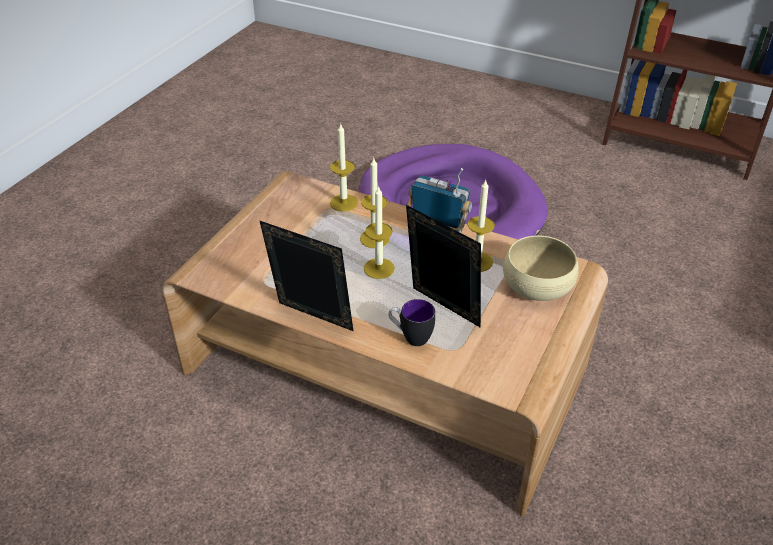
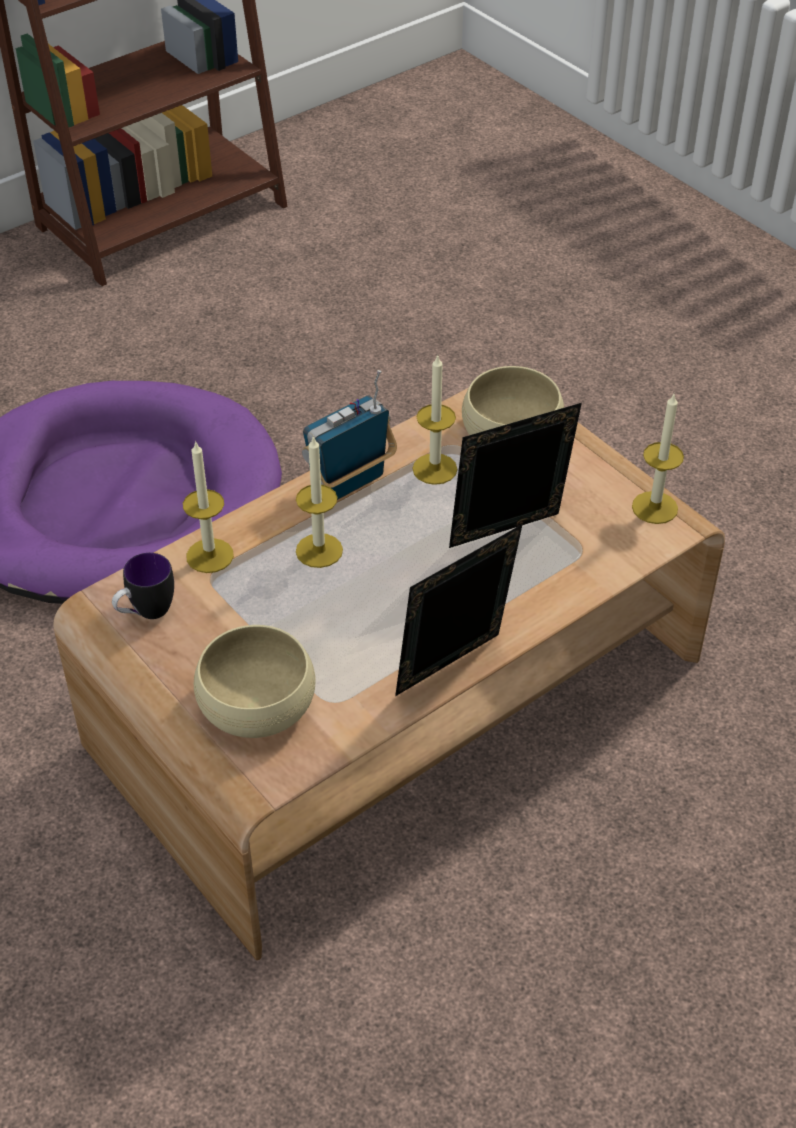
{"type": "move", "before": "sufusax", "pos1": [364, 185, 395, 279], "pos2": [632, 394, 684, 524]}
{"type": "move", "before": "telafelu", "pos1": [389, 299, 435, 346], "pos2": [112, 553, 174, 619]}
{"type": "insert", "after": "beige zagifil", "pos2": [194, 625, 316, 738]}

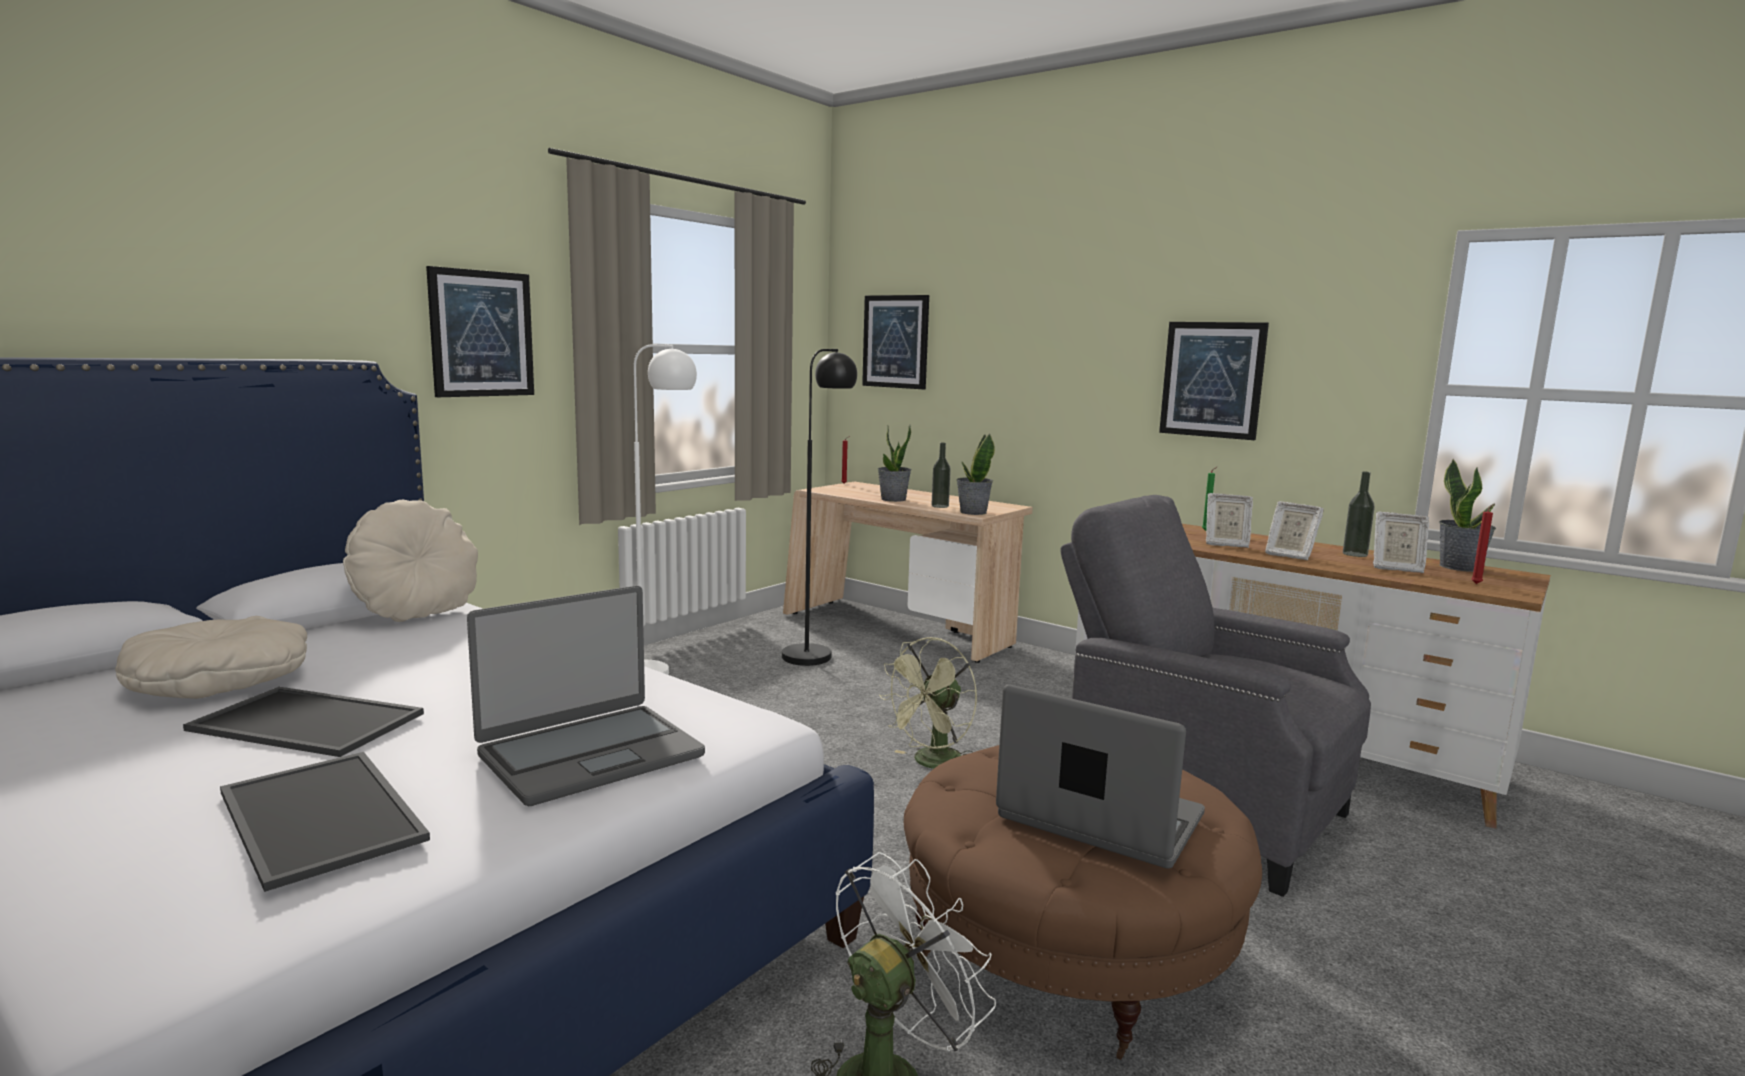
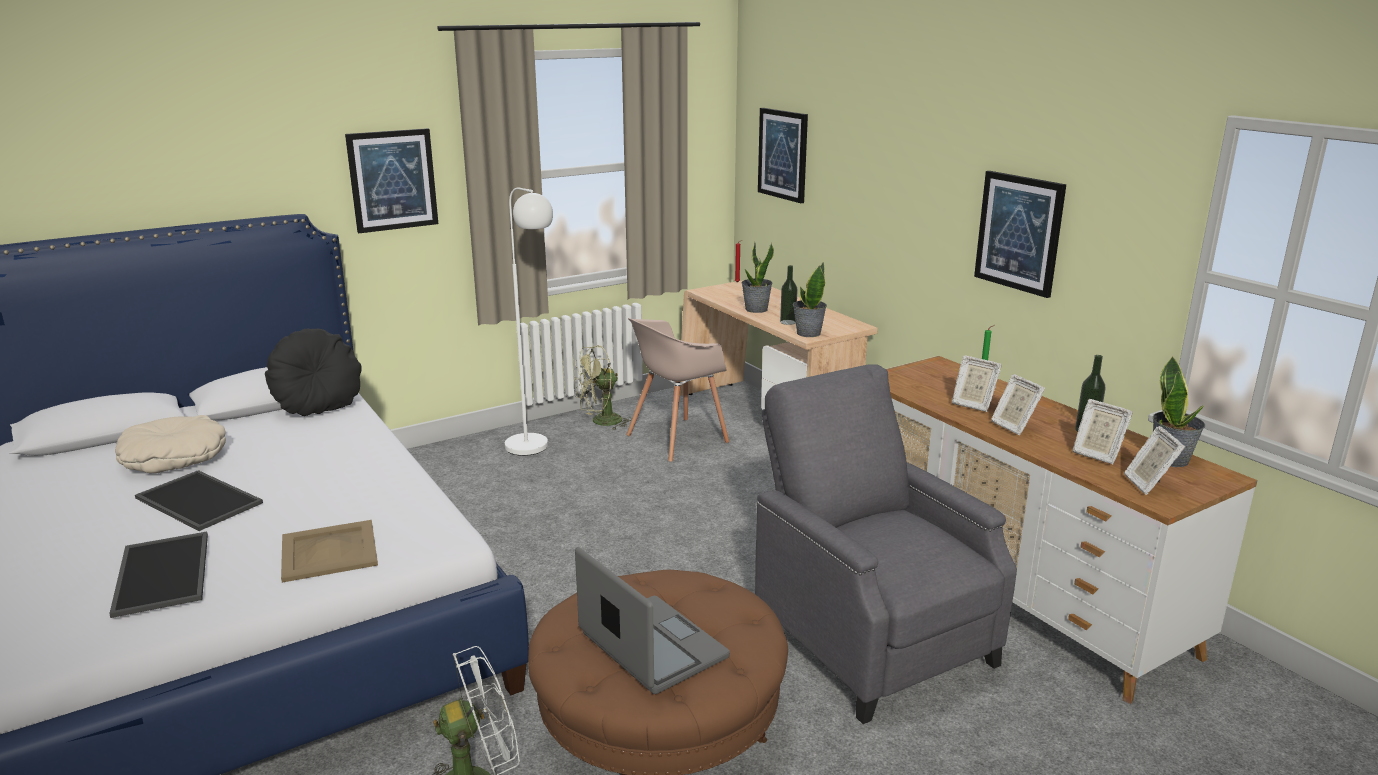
{"type": "recolor", "before": "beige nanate", "after": "black nanate", "pos1": [343, 500, 478, 622], "pos2": [265, 329, 362, 416]}
{"type": "replace", "before": "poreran", "after": "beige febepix", "pos1": [467, 586, 705, 806], "pos2": [281, 520, 378, 583]}
{"type": "replace", "before": "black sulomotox", "after": "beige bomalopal", "pos1": [782, 349, 857, 666], "pos2": [626, 318, 729, 462]}
{"type": "move", "before": "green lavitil", "pos1": [879, 637, 977, 769], "pos2": [574, 345, 631, 430]}
{"type": "replace", "before": "red sufusax", "after": "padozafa", "pos1": [1471, 504, 1495, 584], "pos2": [1124, 426, 1185, 495]}

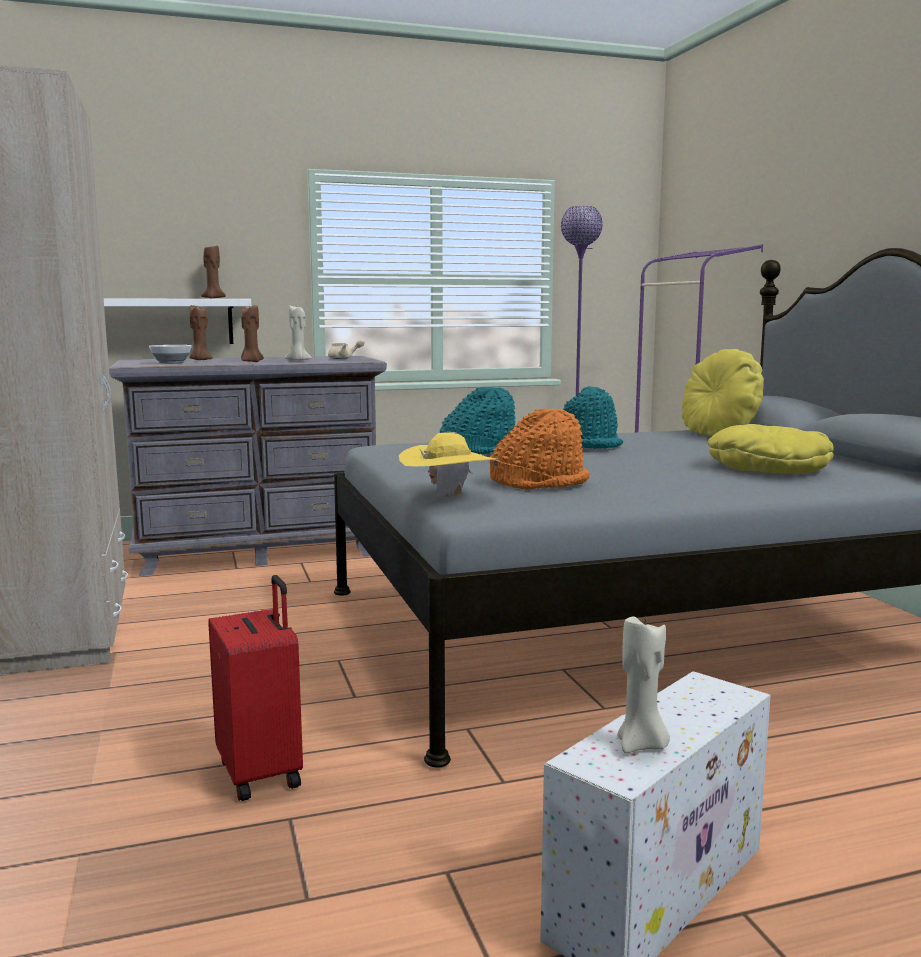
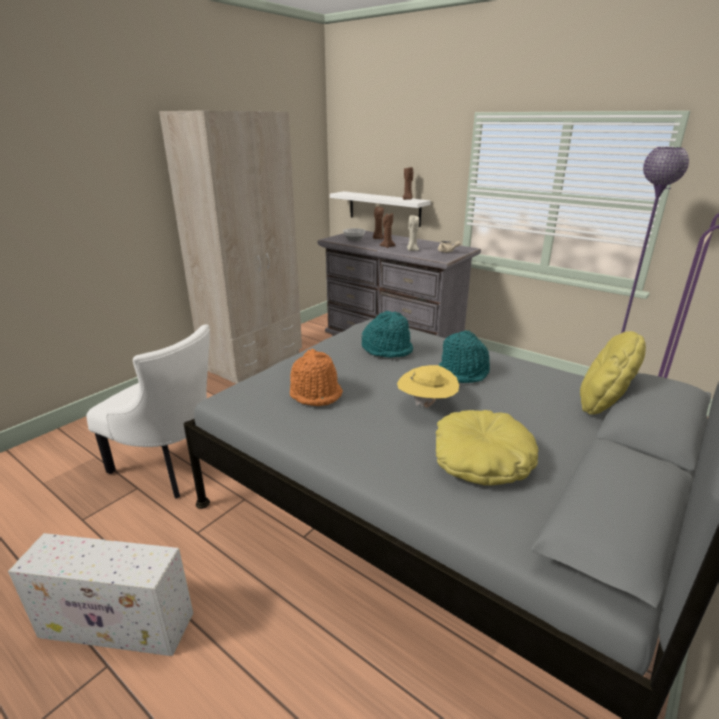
{"type": "replace", "before": "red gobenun", "after": "white bomalopal", "pos1": [208, 575, 303, 801], "pos2": [86, 324, 210, 499]}
{"type": "move", "before": "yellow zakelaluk", "pos1": [399, 432, 497, 500], "pos2": [397, 365, 459, 408]}
{"type": "delete", "before": "beige sufusax", "pos1": [617, 613, 670, 753]}

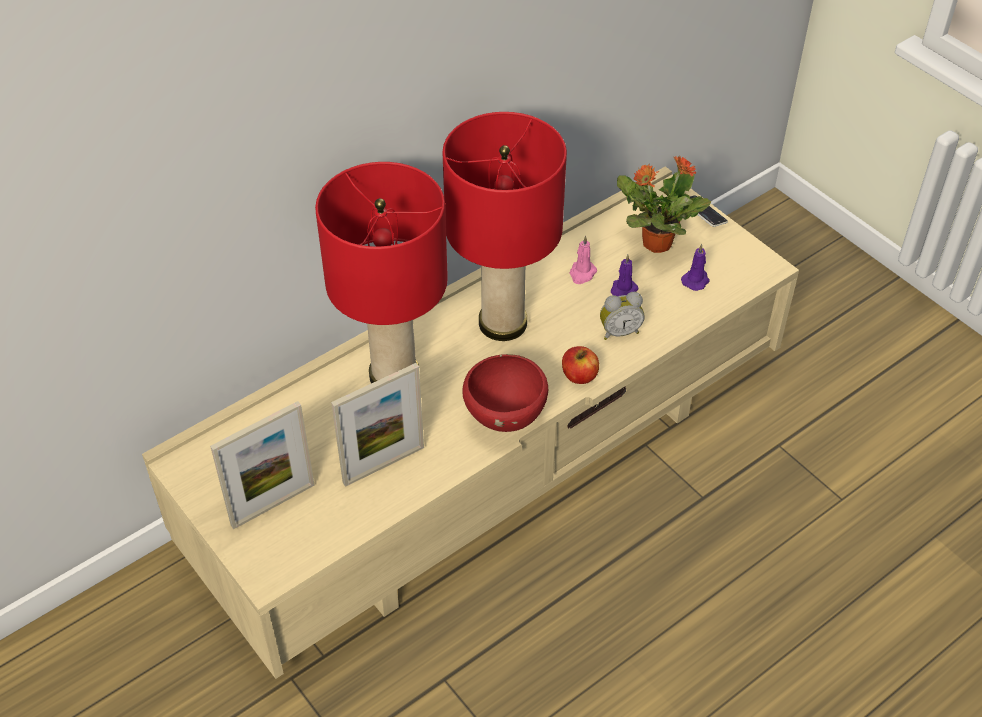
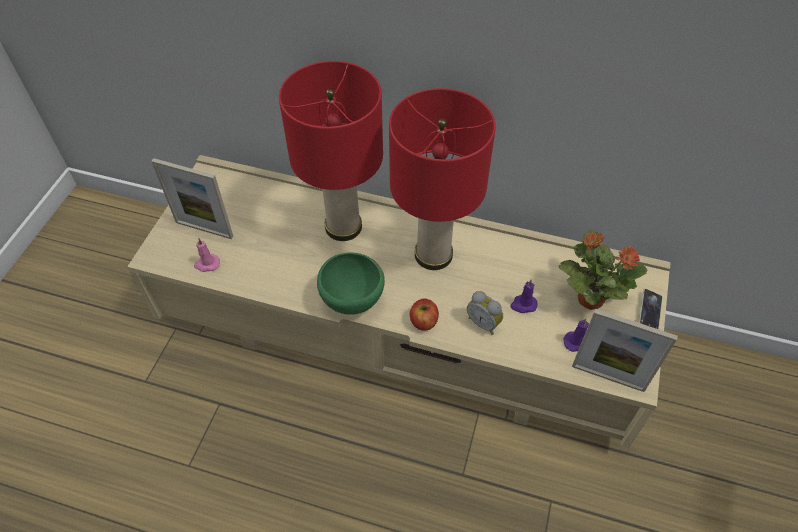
{"type": "move", "before": "padozafa", "pos1": [331, 363, 424, 487], "pos2": [572, 309, 678, 392]}
{"type": "recolor", "before": "red zagifil", "after": "green zagifil", "pos1": [463, 354, 548, 432], "pos2": [317, 252, 385, 315]}
{"type": "move", "before": "pink sufusax", "pos1": [569, 235, 597, 284], "pos2": [194, 238, 220, 272]}

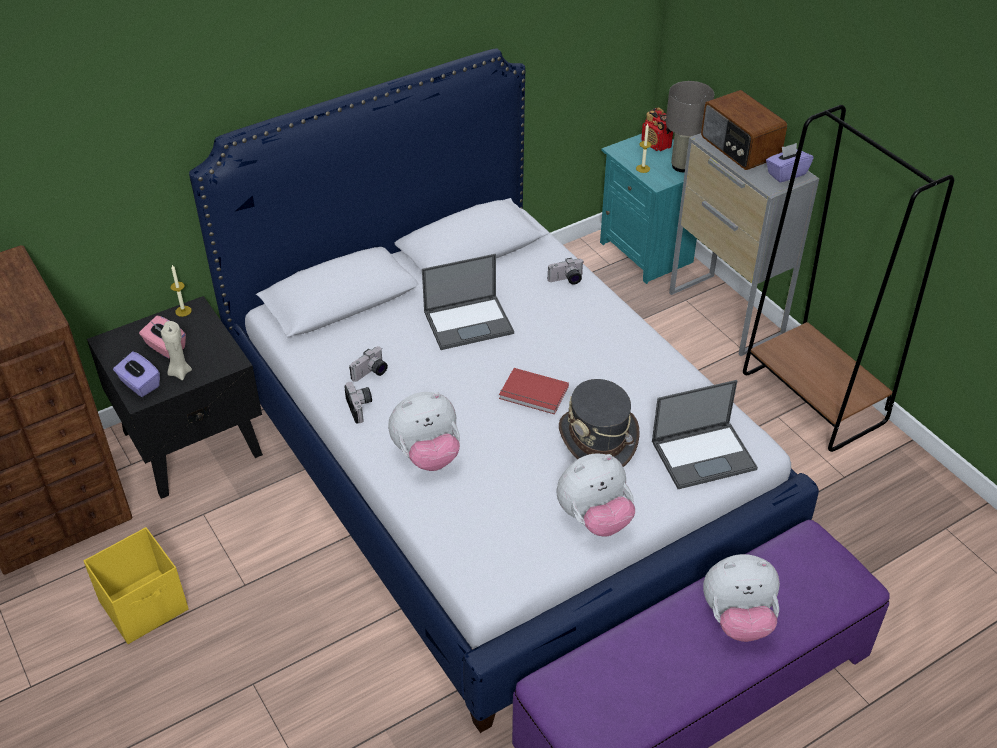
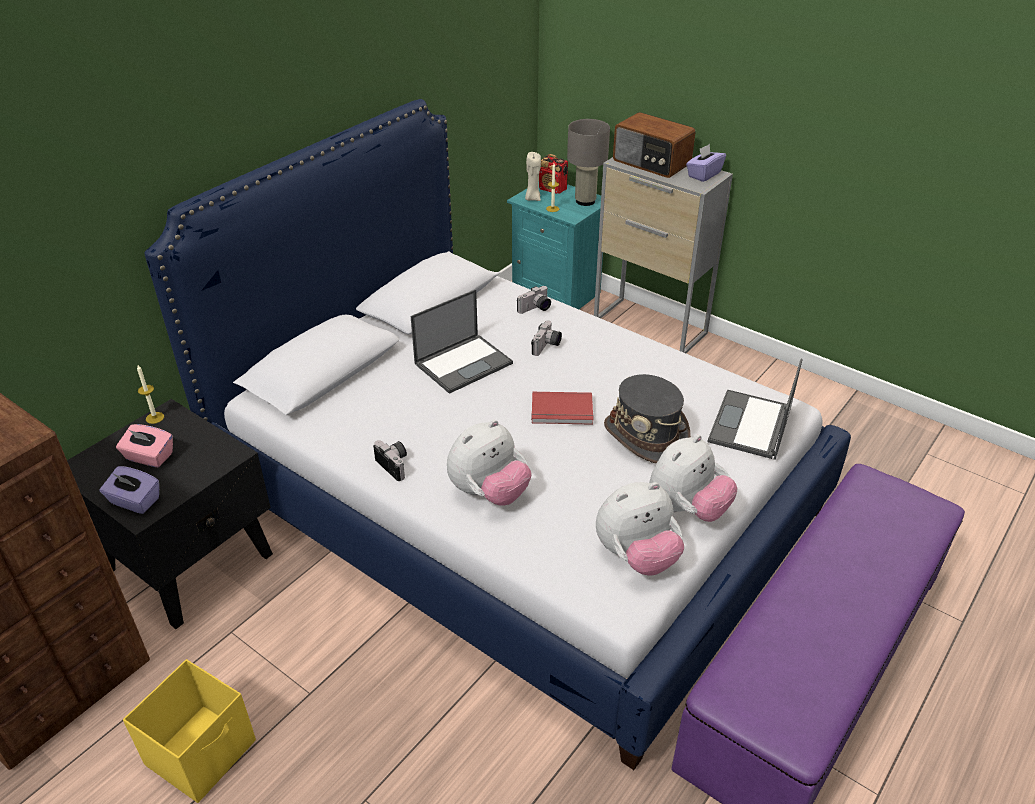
{"type": "move", "before": "beige sufusax", "pos1": [161, 321, 192, 380], "pos2": [525, 152, 541, 201]}
{"type": "move", "before": "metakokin", "pos1": [349, 346, 388, 382], "pos2": [531, 320, 562, 356]}
{"type": "rotate", "before": "poreran", "pos1": [652, 380, 758, 489], "pos2": [708, 359, 803, 460], "turn": 150}
{"type": "move", "before": "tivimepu", "pos1": [703, 554, 780, 642], "pos2": [596, 482, 684, 575]}
{"type": "delete", "before": "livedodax", "pos1": [743, 105, 954, 452]}

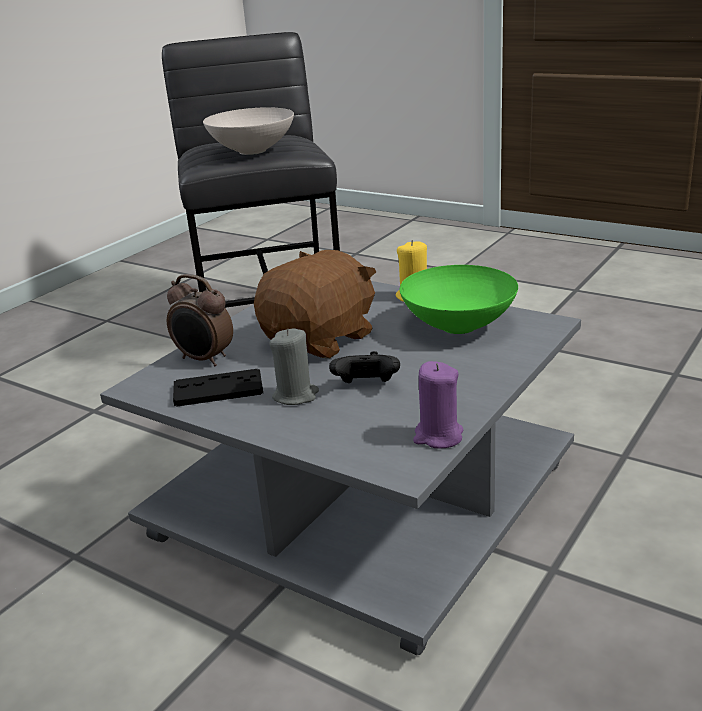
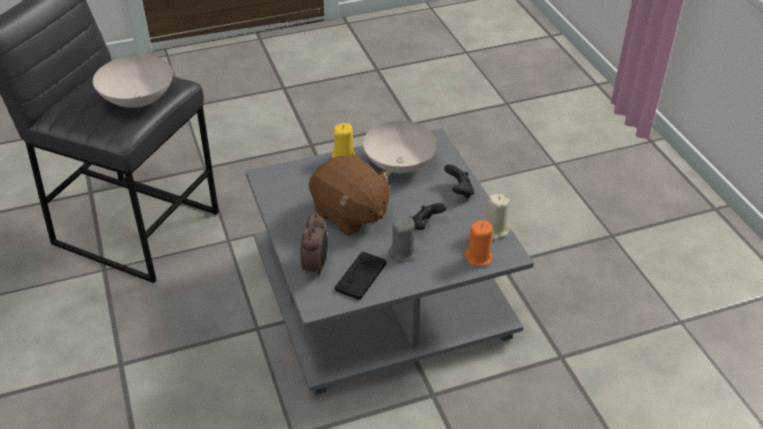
{"type": "rotate", "before": "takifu", "pos1": [167, 274, 233, 366], "pos2": [300, 212, 328, 277], "turn": -60}
{"type": "rotate", "before": "brown tivimepu", "pos1": [254, 250, 376, 358], "pos2": [309, 154, 391, 236], "turn": 150}
{"type": "recolor", "before": "green zagifil", "after": "white zagifil", "pos1": [400, 265, 518, 334], "pos2": [363, 121, 438, 173]}
{"type": "recolor", "before": "purple sufusax", "after": "beige sufusax", "pos1": [413, 361, 463, 449], "pos2": [486, 194, 510, 240]}
{"type": "insert", "after": "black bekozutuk", "pos2": [444, 164, 474, 198]}
{"type": "insert", "after": "orange sufusax", "pos2": [464, 220, 493, 266]}

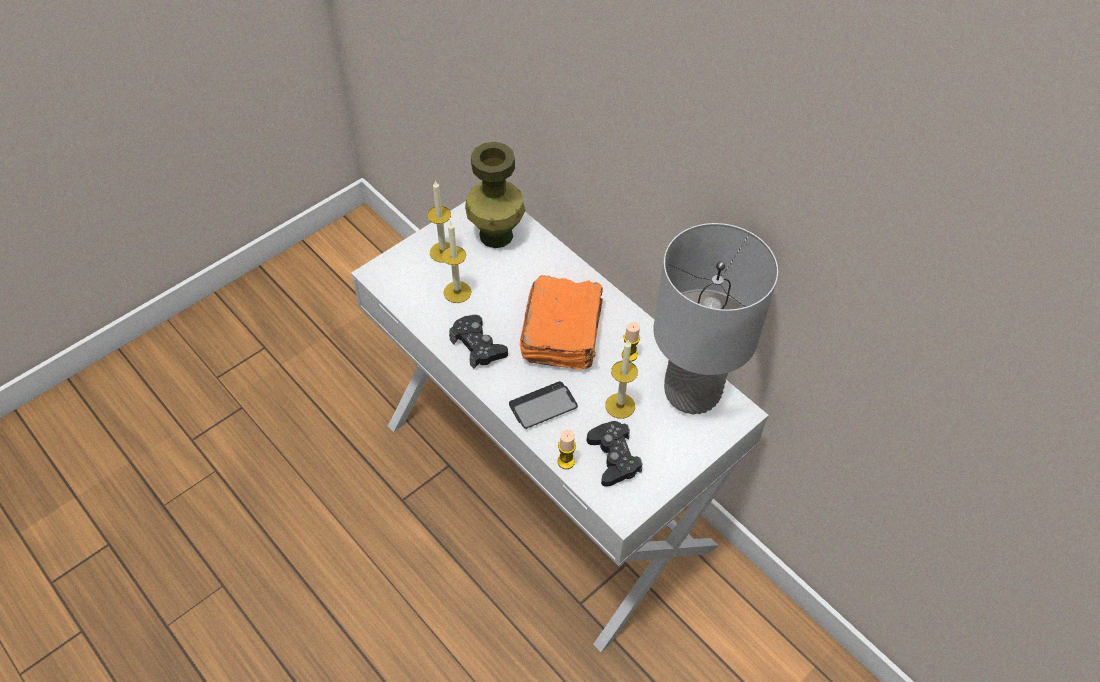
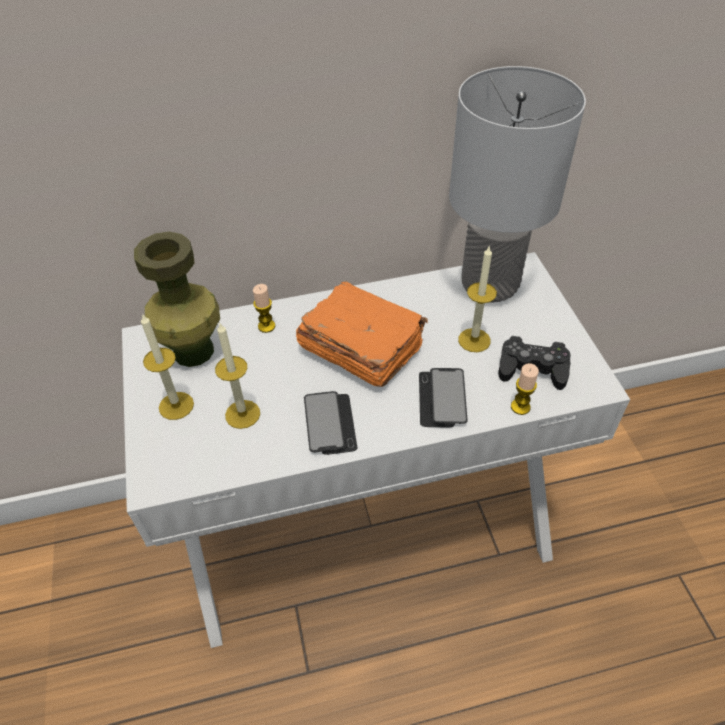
{"type": "replace", "before": "black bekozutuk", "after": "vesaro", "pos1": [449, 315, 508, 369], "pos2": [304, 391, 357, 455]}
{"type": "move", "before": "sufusax", "pos1": [622, 322, 640, 362], "pos2": [253, 284, 275, 333]}

